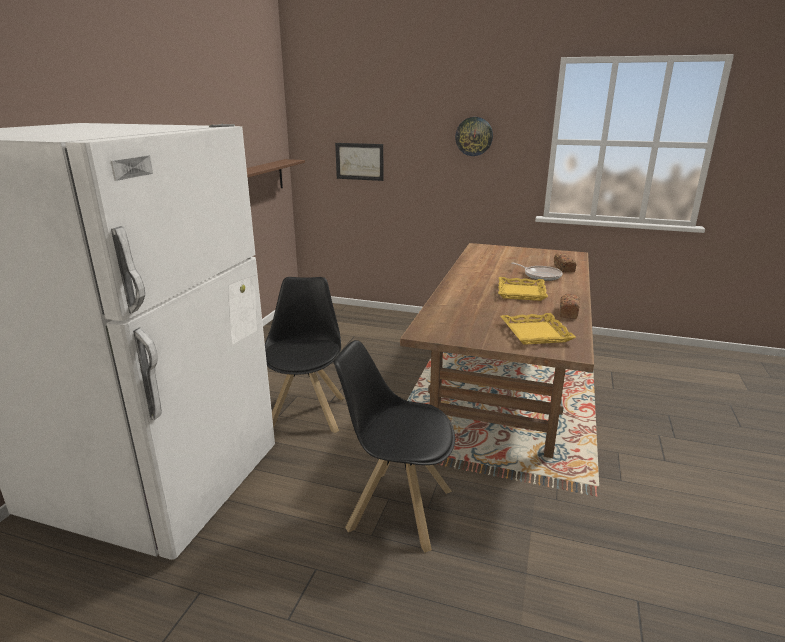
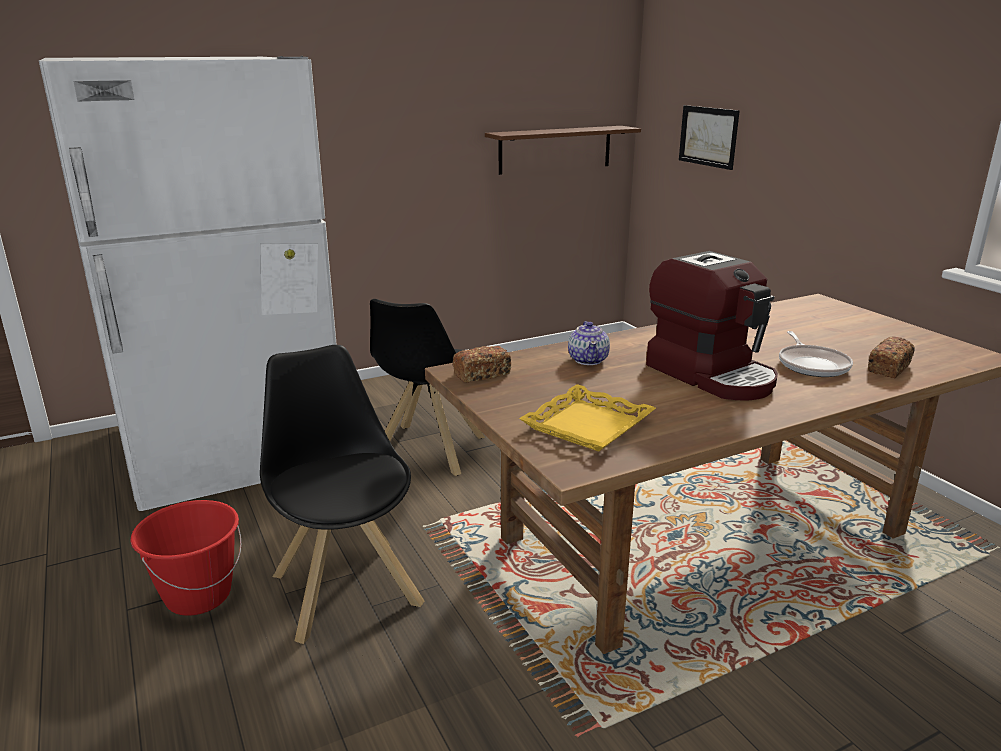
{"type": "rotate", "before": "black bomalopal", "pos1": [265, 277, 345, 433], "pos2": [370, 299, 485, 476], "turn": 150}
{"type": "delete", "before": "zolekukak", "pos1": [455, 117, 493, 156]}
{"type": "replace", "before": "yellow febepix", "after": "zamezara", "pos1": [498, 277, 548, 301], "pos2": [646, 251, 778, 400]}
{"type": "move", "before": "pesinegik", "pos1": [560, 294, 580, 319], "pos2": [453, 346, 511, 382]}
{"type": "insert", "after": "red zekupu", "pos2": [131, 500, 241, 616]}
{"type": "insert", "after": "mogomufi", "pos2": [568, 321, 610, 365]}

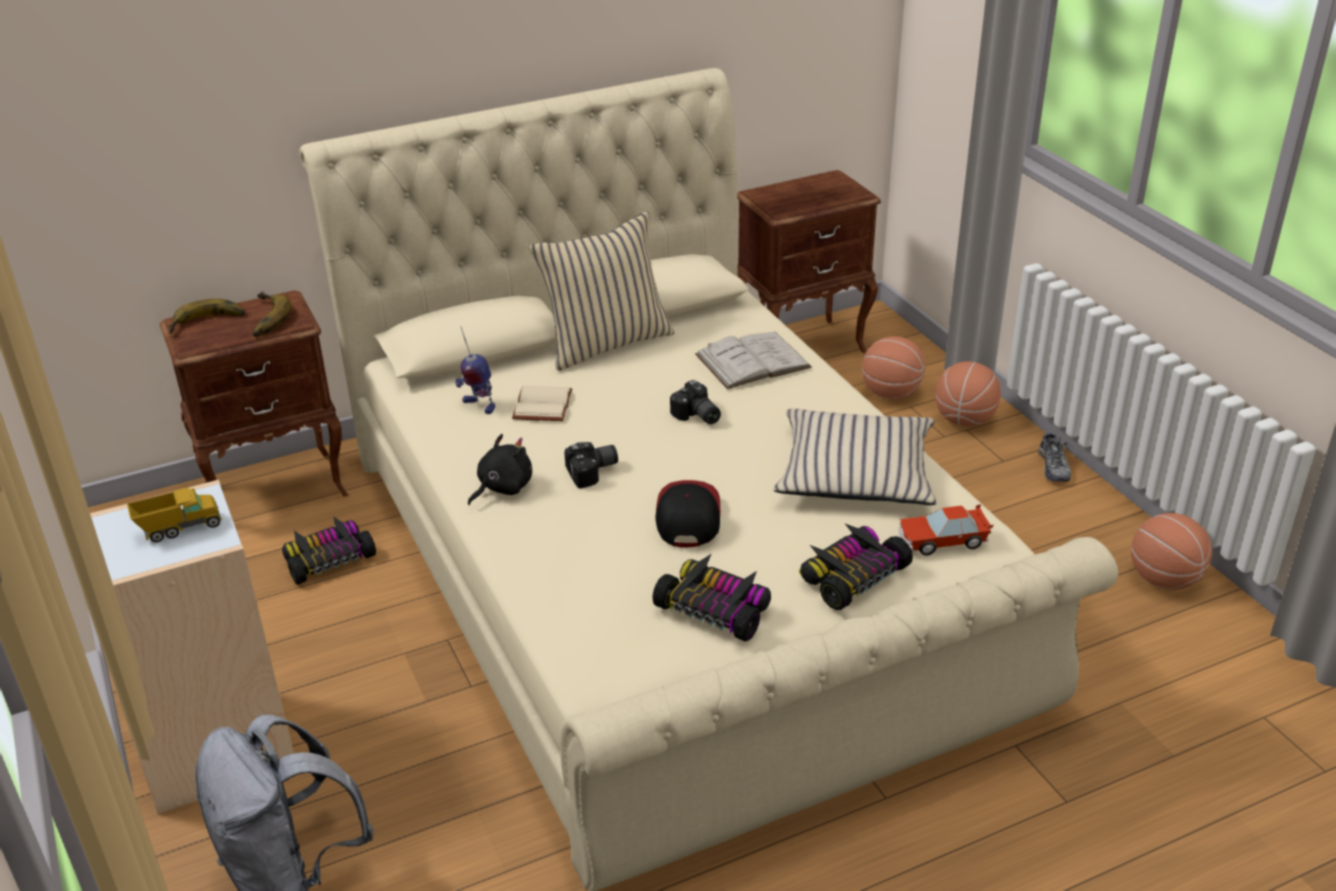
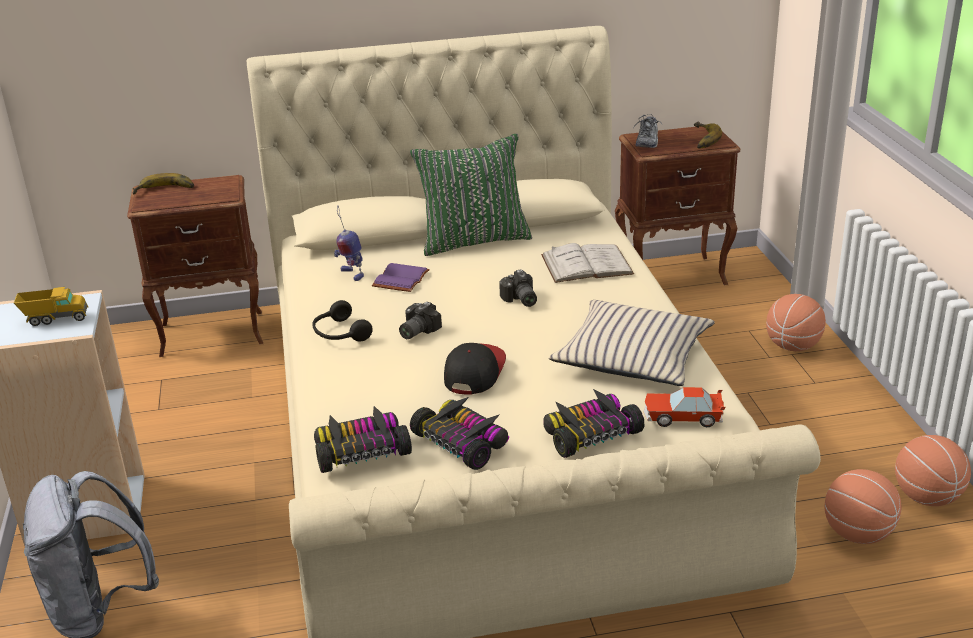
{"type": "move", "before": "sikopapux", "pos1": [253, 292, 291, 337], "pos2": [694, 121, 722, 149]}
{"type": "move", "before": "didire", "pos1": [282, 516, 376, 584], "pos2": [314, 406, 412, 473]}
{"type": "replace", "before": "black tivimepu", "after": "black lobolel", "pos1": [468, 434, 532, 505], "pos2": [312, 300, 373, 342]}
{"type": "recolor", "before": "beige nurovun", "after": "purple nurovun", "pos1": [512, 386, 572, 421], "pos2": [372, 263, 430, 292]}
{"type": "recolor", "before": "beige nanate", "after": "green nanate", "pos1": [529, 211, 674, 371], "pos2": [410, 134, 532, 256]}
{"type": "rotate", "before": "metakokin", "pos1": [564, 442, 618, 488], "pos2": [399, 302, 442, 339], "turn": 135}
{"type": "move", "before": "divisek", "pos1": [862, 336, 925, 399], "pos2": [824, 469, 902, 544]}
{"type": "move", "before": "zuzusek", "pos1": [1038, 429, 1075, 482], "pos2": [633, 114, 662, 148]}

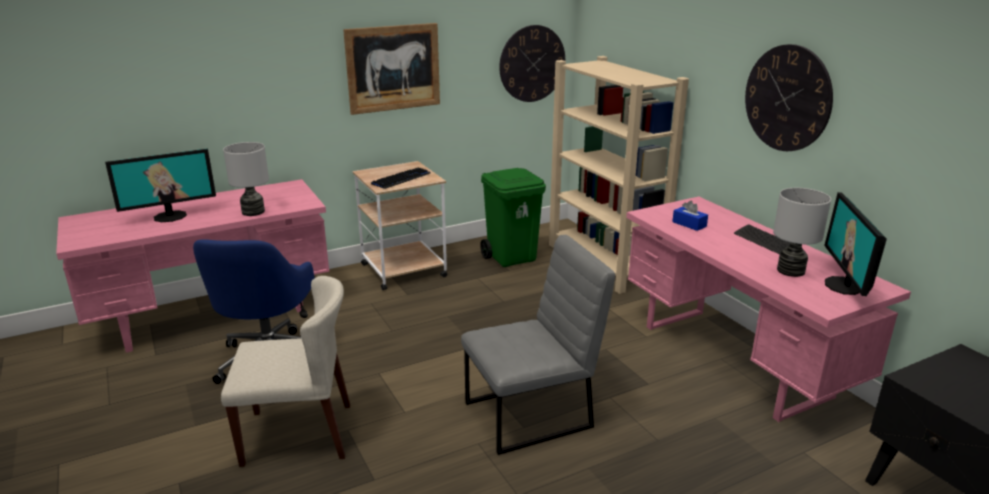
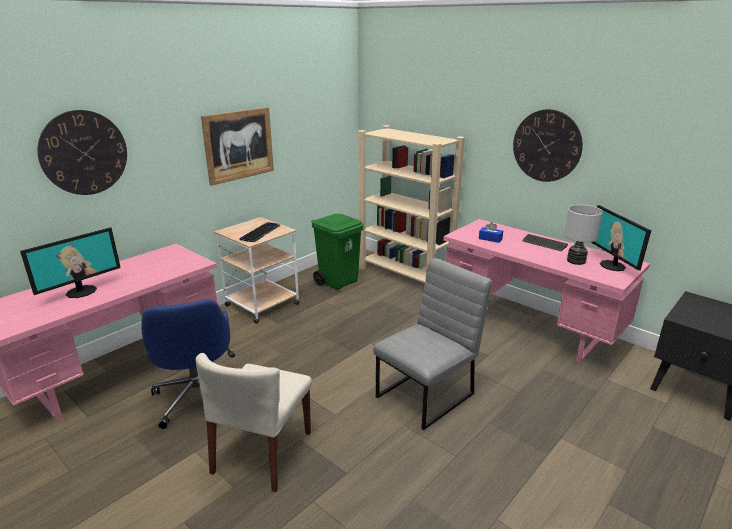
{"type": "rotate", "before": "beige bomalopal", "pos1": [221, 276, 350, 467], "pos2": [196, 353, 312, 492], "turn": 135}
{"type": "delete", "before": "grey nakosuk", "pos1": [223, 142, 269, 216]}
{"type": "move", "before": "zolekukak", "pos1": [499, 25, 565, 102], "pos2": [37, 110, 127, 195]}

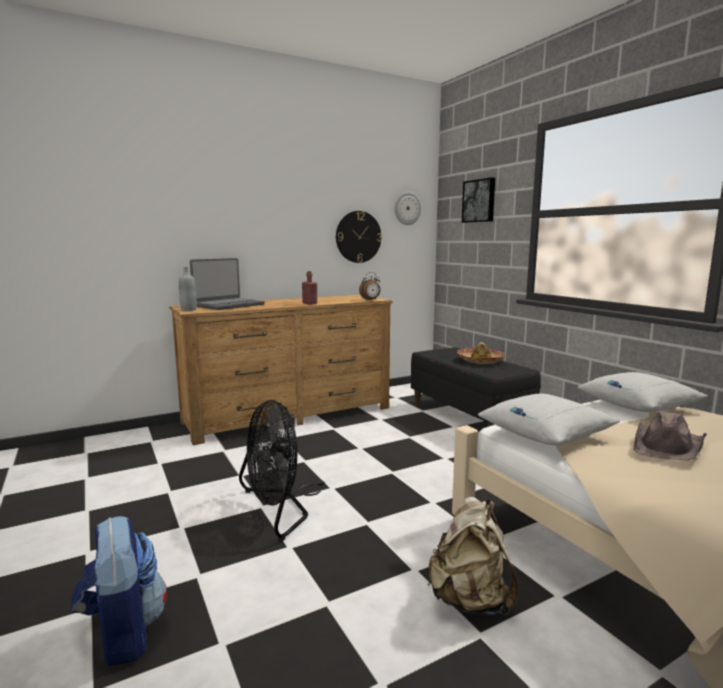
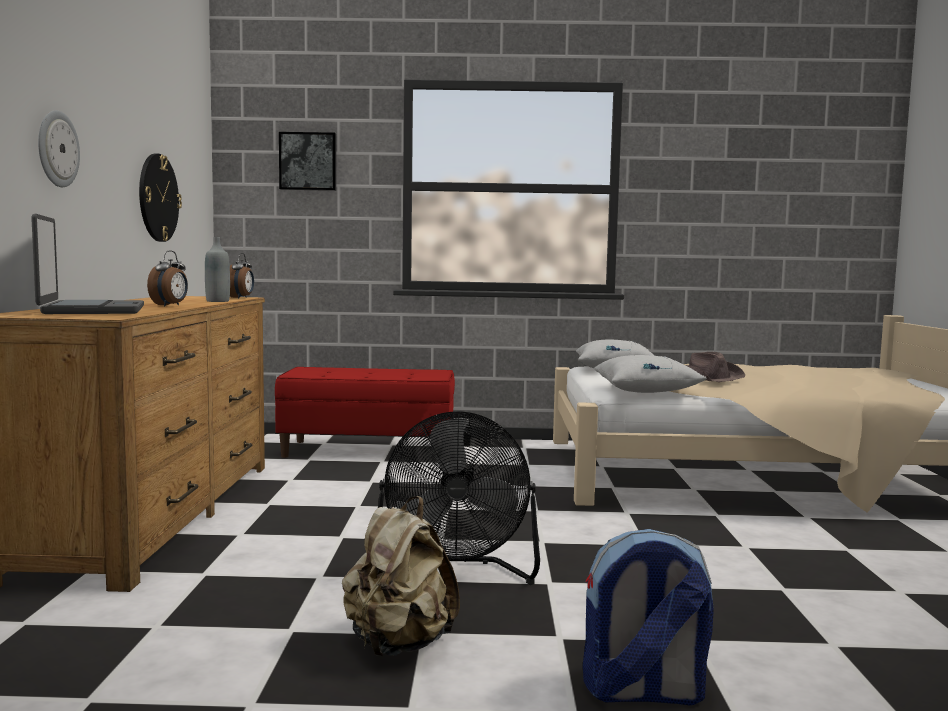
{"type": "move", "before": "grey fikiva", "pos1": [179, 267, 197, 311], "pos2": [205, 237, 230, 302]}
{"type": "delete", "before": "red fikiva", "pos1": [302, 271, 317, 305]}
{"type": "move", "before": "zolekukak", "pos1": [394, 192, 421, 225], "pos2": [38, 110, 80, 187]}
{"type": "recolor", "before": "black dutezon", "after": "red dutezon", "pos1": [411, 347, 541, 427], "pos2": [275, 367, 455, 458]}
{"type": "move", "before": "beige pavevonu", "pos1": [427, 497, 519, 616], "pos2": [342, 496, 460, 656]}
{"type": "delete", "before": "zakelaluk", "pos1": [457, 342, 506, 364]}
{"type": "insert", "after": "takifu", "pos2": [147, 251, 188, 306]}

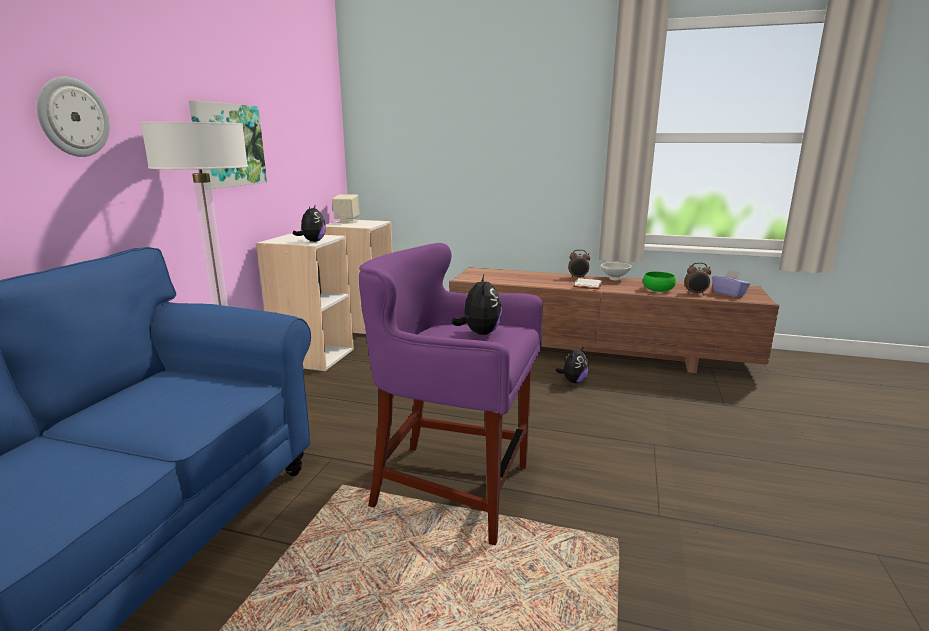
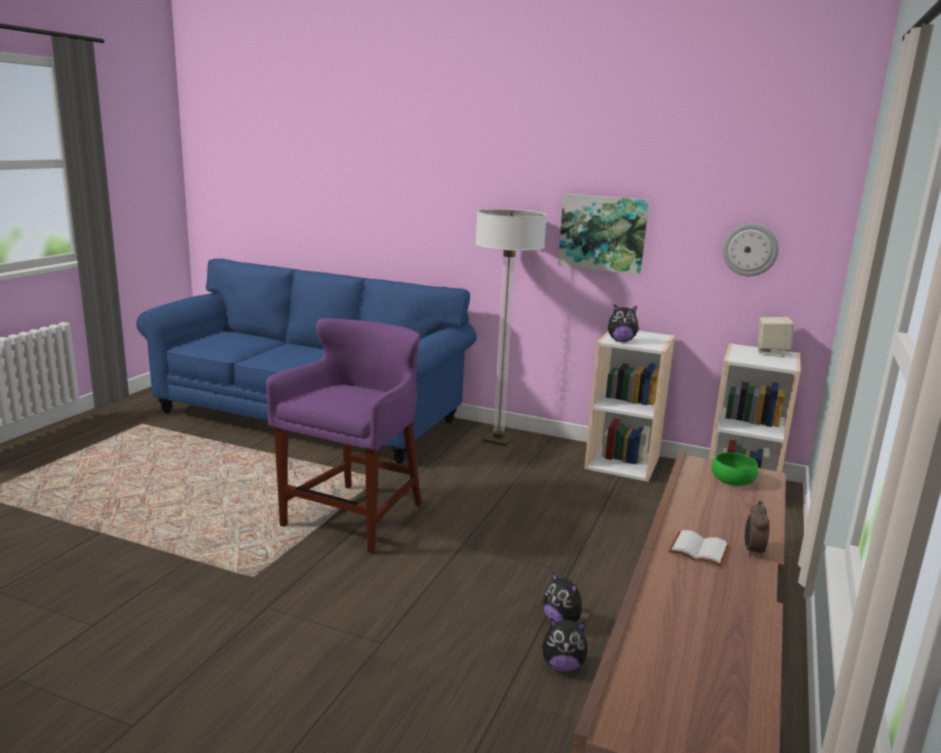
{"type": "move", "before": "zolekukak", "pos1": [37, 77, 110, 157], "pos2": [722, 223, 779, 276]}
{"type": "move", "before": "tivimepu", "pos1": [452, 275, 502, 335], "pos2": [542, 618, 591, 671]}
{"type": "delete", "before": "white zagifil", "pos1": [601, 262, 632, 280]}
{"type": "move", "before": "green zagifil", "pos1": [643, 271, 676, 292], "pos2": [712, 452, 759, 486]}
{"type": "delete", "before": "takifu", "pos1": [684, 262, 711, 295]}
{"type": "delete", "before": "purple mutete", "pos1": [712, 269, 750, 297]}

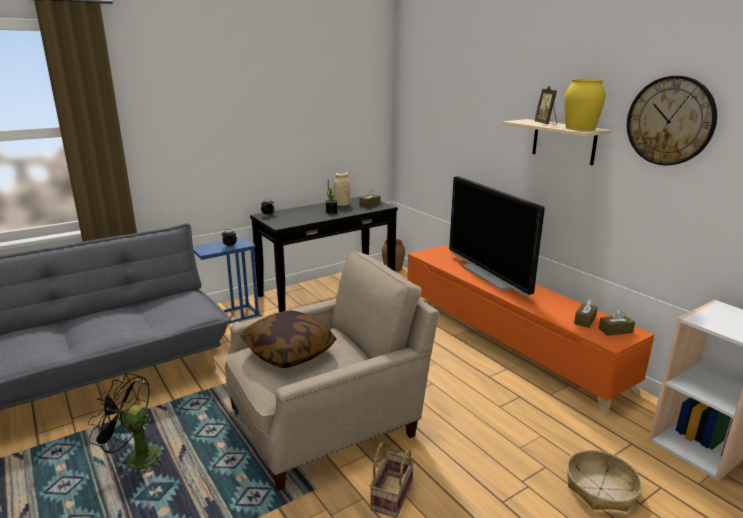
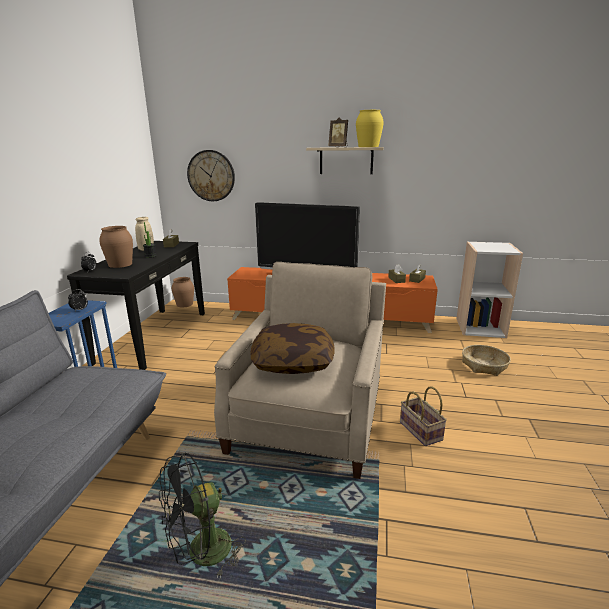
{"type": "move", "before": "zolekukak", "pos1": [627, 76, 717, 165], "pos2": [187, 150, 235, 201]}
{"type": "insert", "after": "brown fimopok", "pos2": [99, 226, 133, 268]}

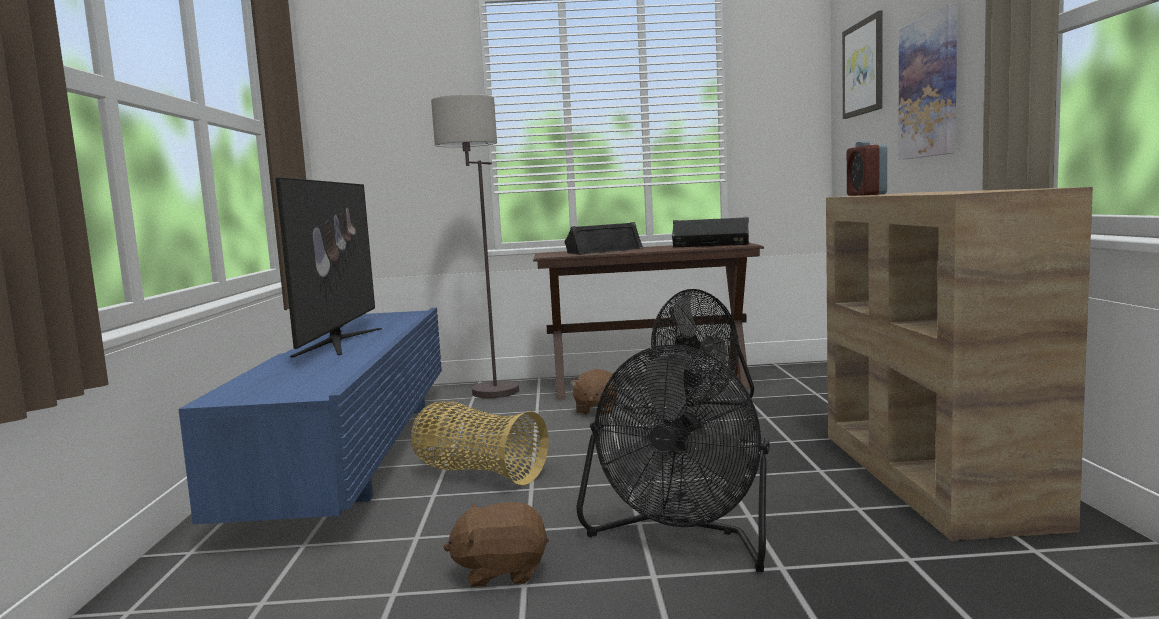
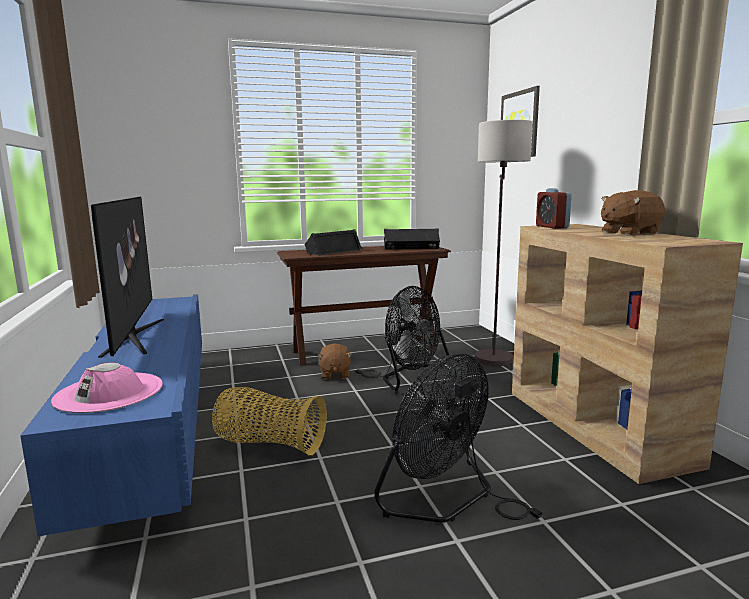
{"type": "move", "before": "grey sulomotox", "pos1": [431, 94, 519, 398], "pos2": [475, 120, 533, 366]}
{"type": "move", "before": "brown tivimepu", "pos1": [443, 502, 549, 588], "pos2": [601, 190, 665, 236]}
{"type": "rotate", "before": "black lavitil", "pos1": [577, 345, 770, 572], "pos2": [374, 354, 542, 523], "turn": 120}
{"type": "delete", "before": "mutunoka", "pos1": [898, 4, 958, 160]}
{"type": "insert", "after": "pink zakelaluk", "pos2": [51, 363, 163, 413]}

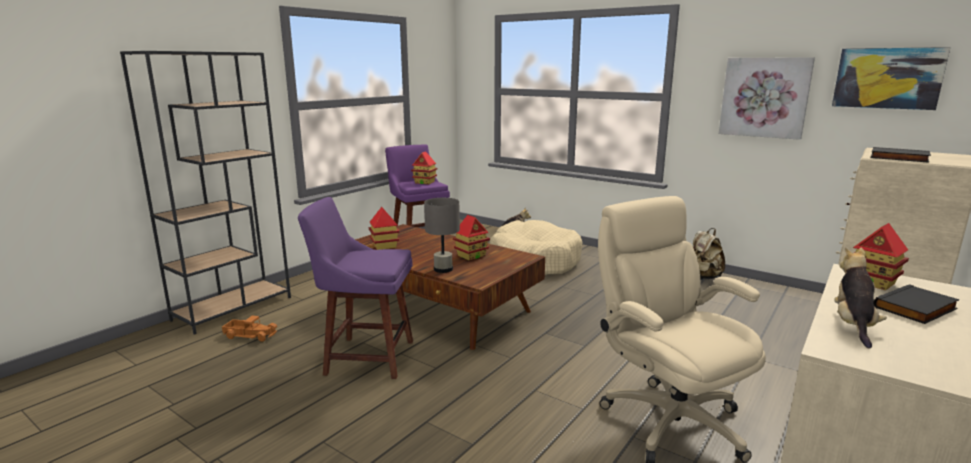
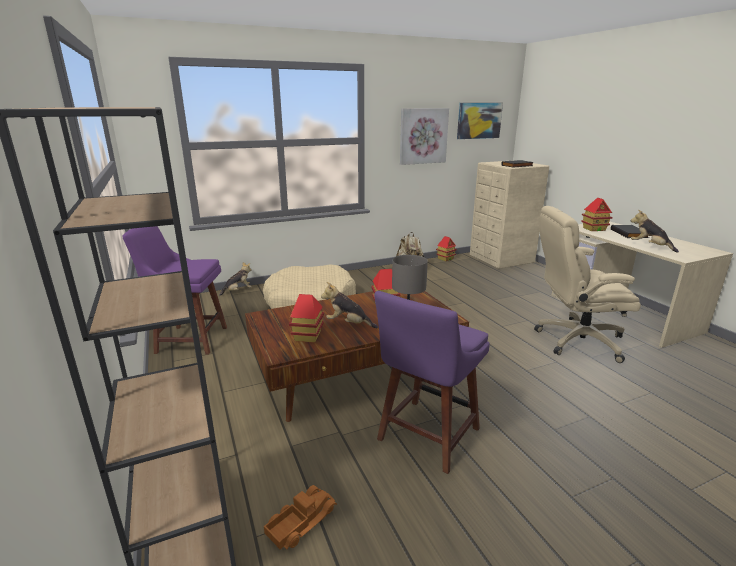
{"type": "move", "before": "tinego", "pos1": [411, 151, 438, 184], "pos2": [436, 236, 457, 261]}
{"type": "insert", "after": "tivimepu", "pos2": [321, 282, 378, 328]}

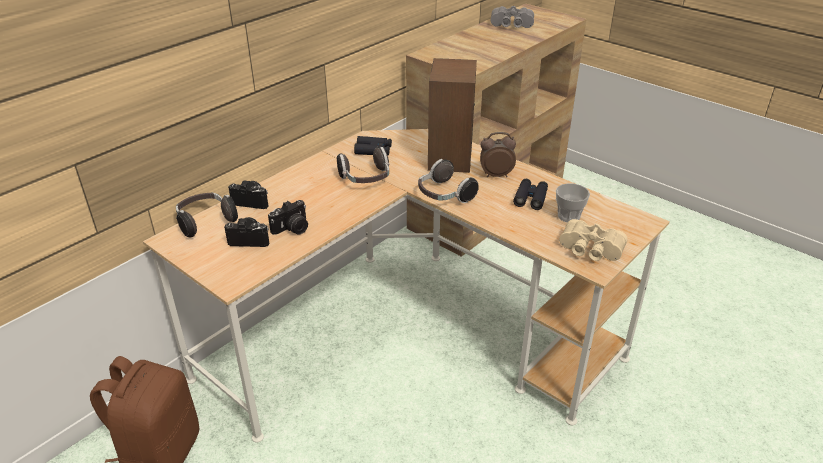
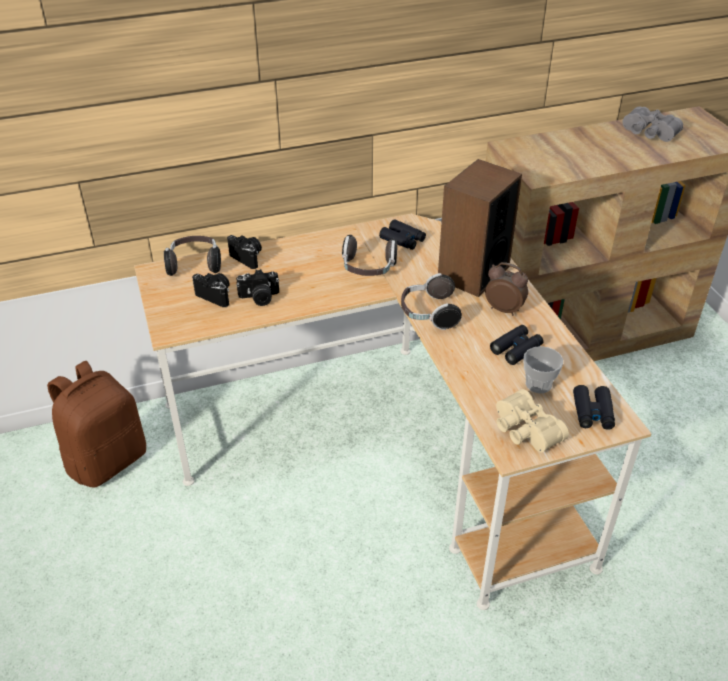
{"type": "insert", "after": "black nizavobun", "pos2": [573, 385, 615, 430]}

